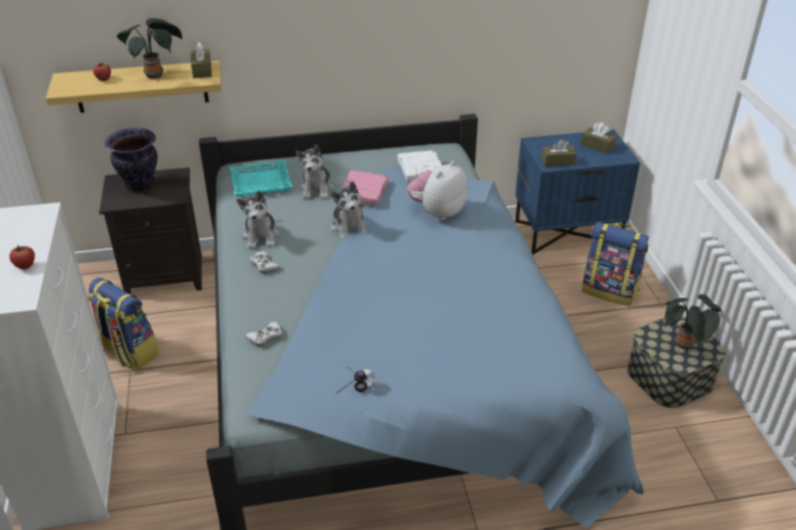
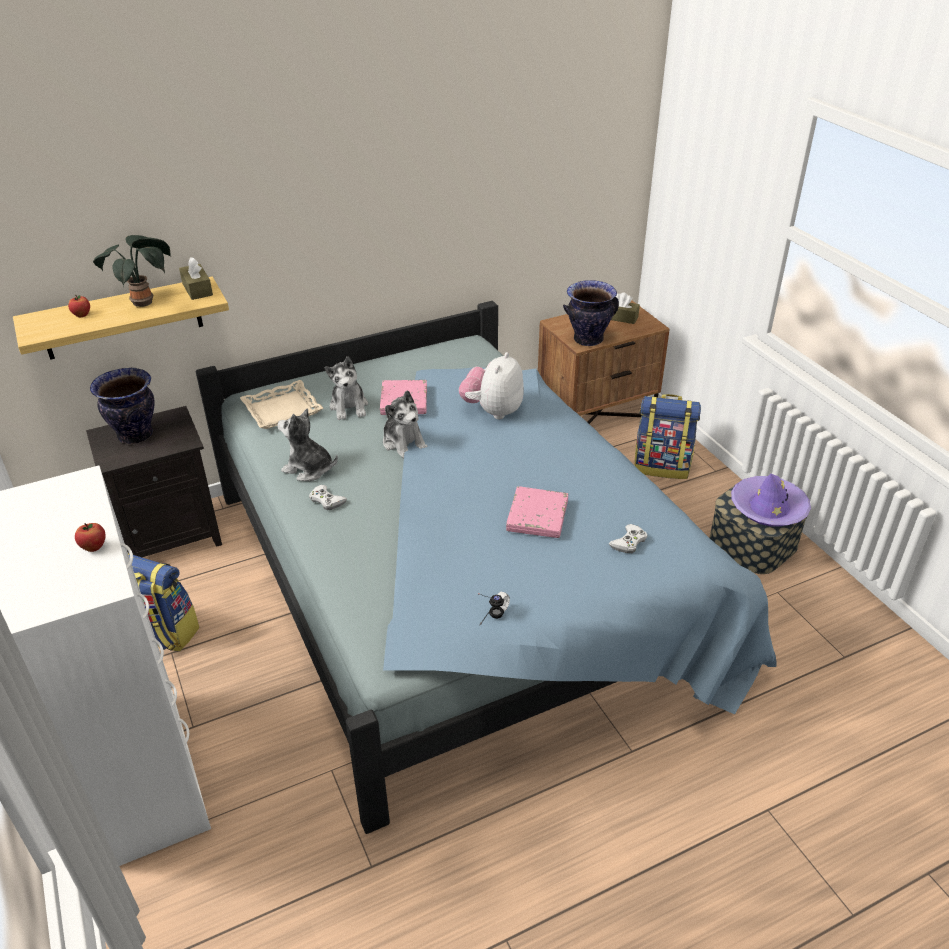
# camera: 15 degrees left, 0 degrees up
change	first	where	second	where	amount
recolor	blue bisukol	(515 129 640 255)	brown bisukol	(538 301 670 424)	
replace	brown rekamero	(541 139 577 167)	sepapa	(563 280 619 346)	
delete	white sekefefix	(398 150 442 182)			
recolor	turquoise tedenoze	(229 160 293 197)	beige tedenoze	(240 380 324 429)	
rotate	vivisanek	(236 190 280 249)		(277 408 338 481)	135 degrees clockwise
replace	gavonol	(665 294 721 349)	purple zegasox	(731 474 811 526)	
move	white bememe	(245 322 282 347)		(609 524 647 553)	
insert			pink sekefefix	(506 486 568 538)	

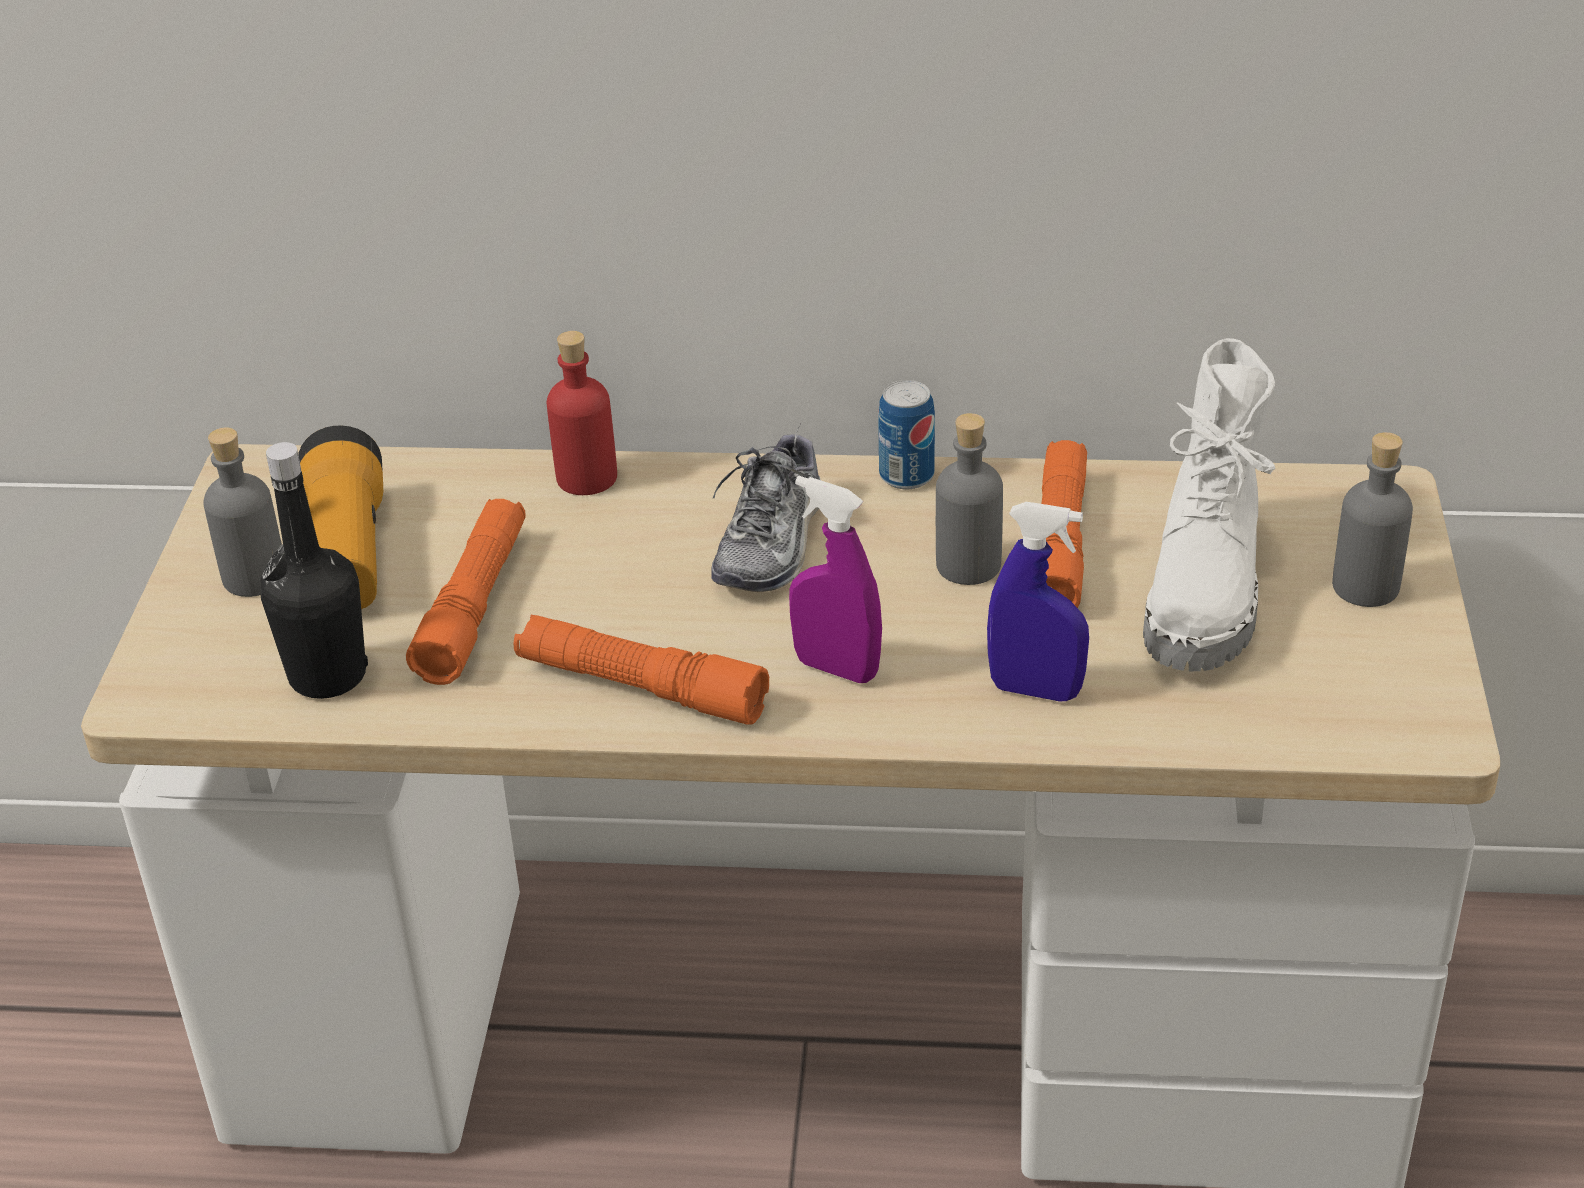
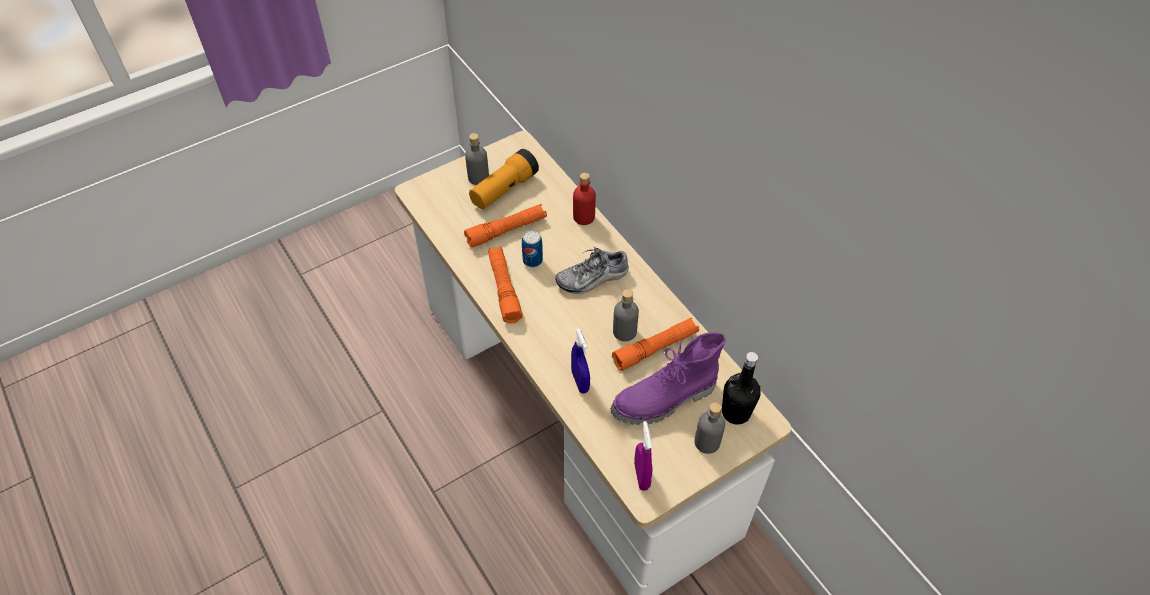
# camera: 50 degrees right, 15 degrees up
change	first	where	second	where	amount
recolor	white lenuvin	(1143 338 1276 671)	purple lenuvin	(611 332 726 425)	
move	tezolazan	(878 380 935 489)		(522 230 543 267)	
move	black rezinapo	(261 442 368 699)		(722 352 761 424)	
move	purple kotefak	(789 476 882 683)		(634 421 653 491)	

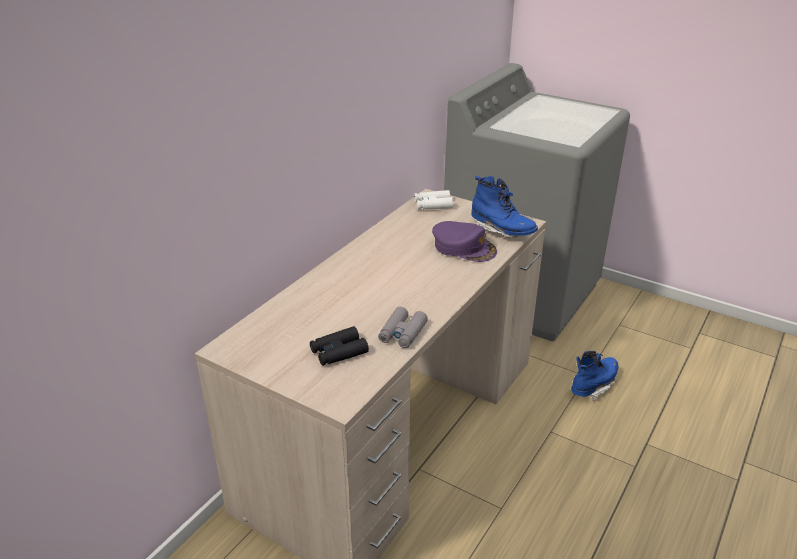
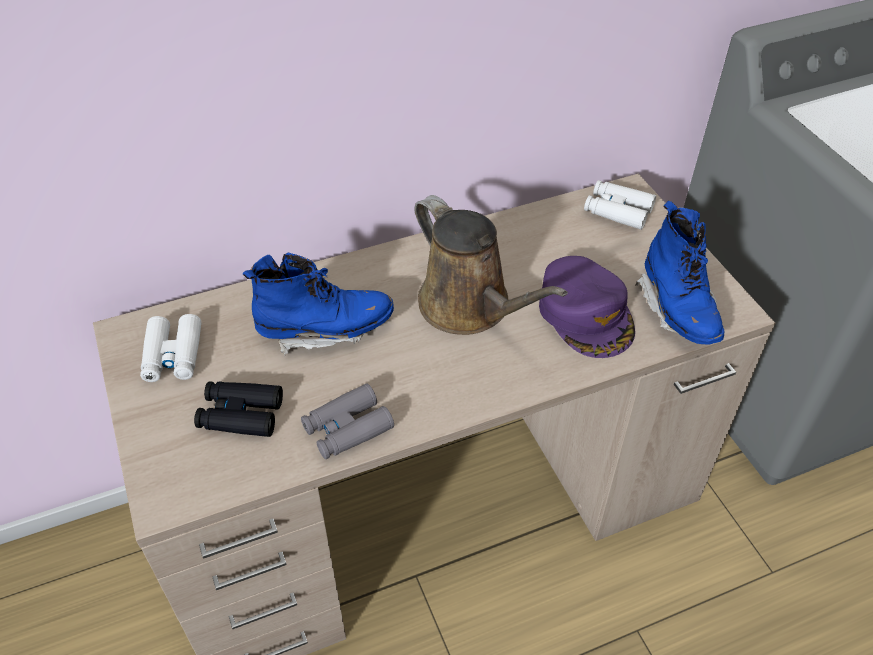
# camera: 35 degrees right, 15 degrees up
change	first	where	second	where	amount
move	blue lenuvin	(571 351 619 401)		(243 253 394 356)	
insert			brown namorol	(414 195 568 335)	
insert			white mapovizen	(140 314 201 382)	

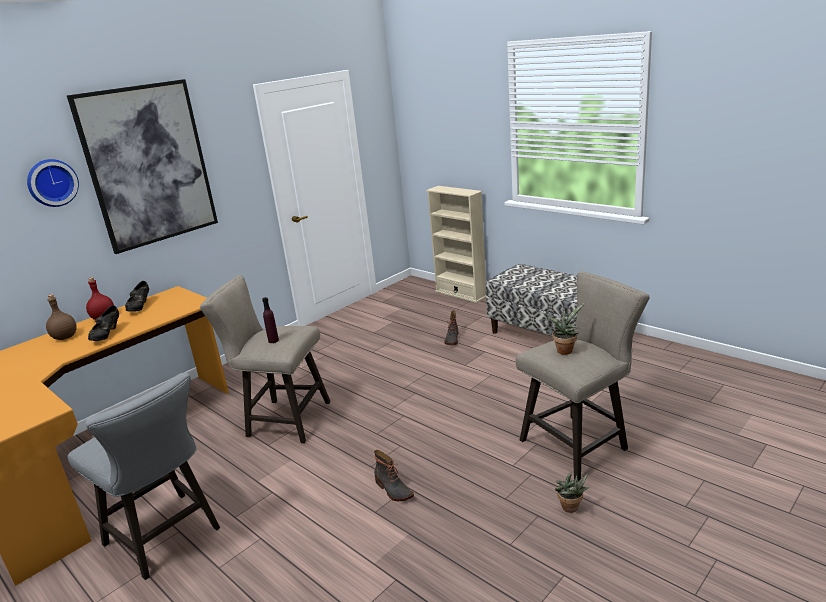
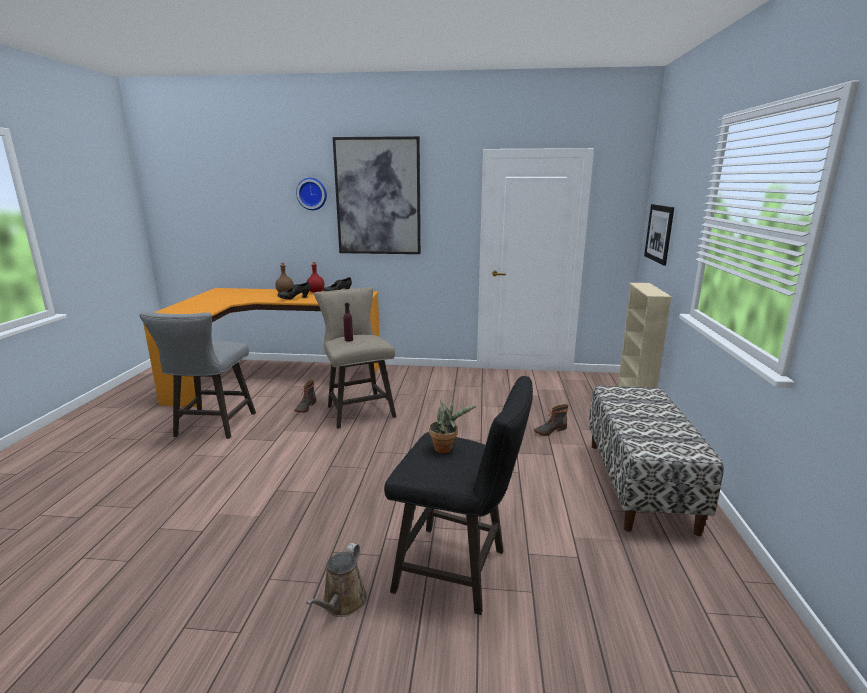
# camera: 50 degrees right, 5 degrees down
change	first	where	second	where	amount
recolor	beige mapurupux	(516 271 649 481)	black mapurupux	(384 376 533 615)	
move	lenuvin	(374 450 414 501)		(295 380 316 413)	
replace	gavonol	(555 472 589 513)	brown namorol	(306 543 367 617)	
insert			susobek	(644 204 674 265)	

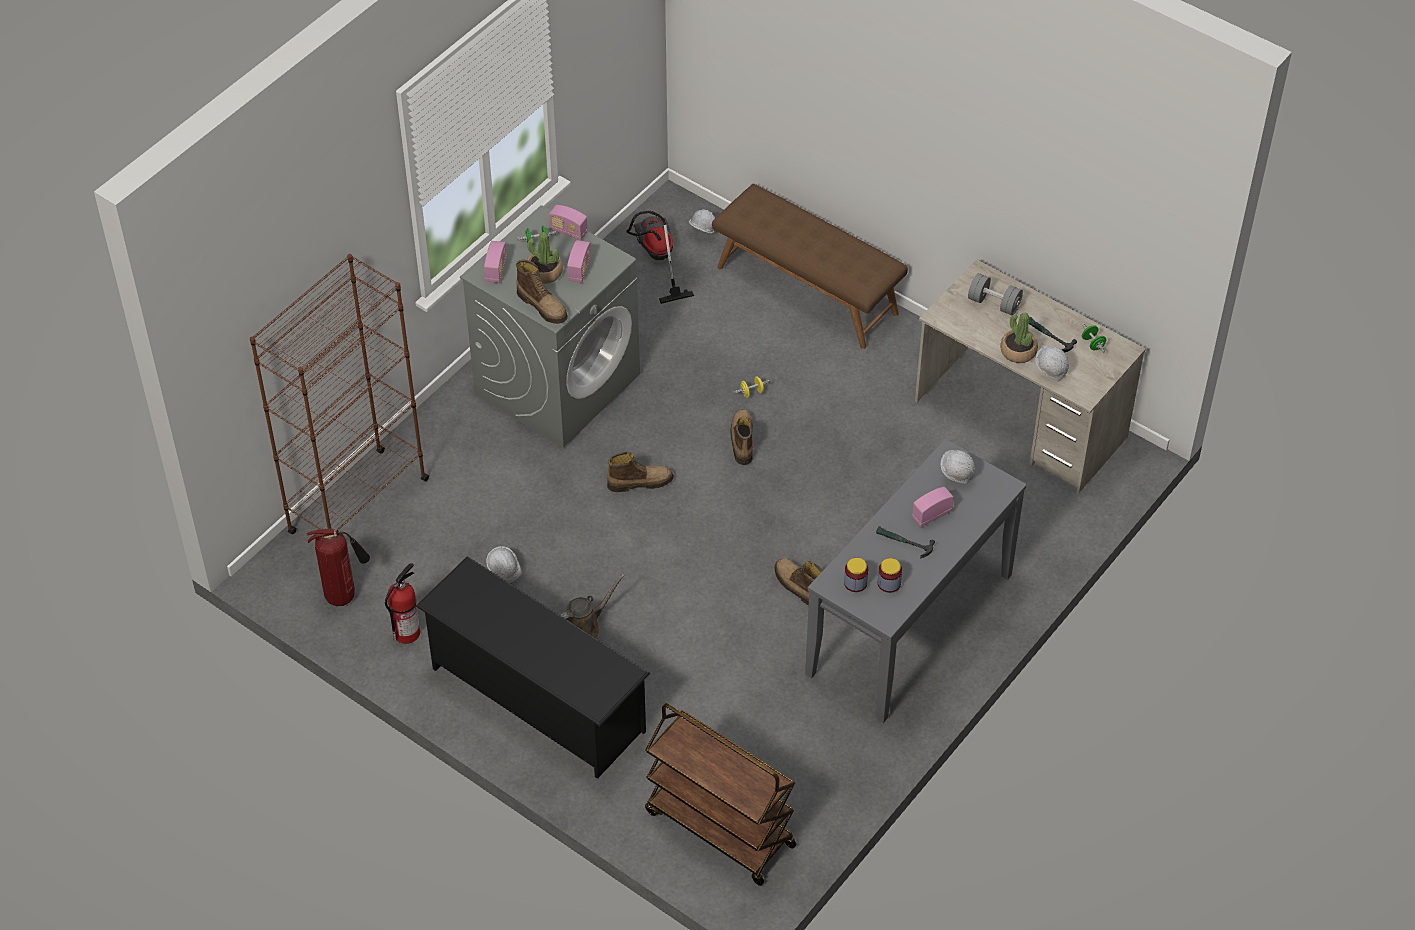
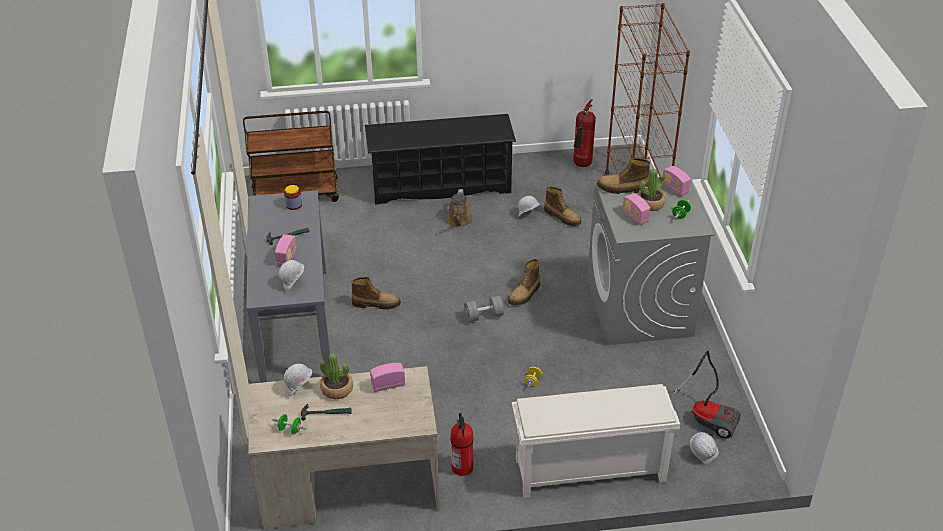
# camera: 135 degrees right, 10 degrees down
change	first	where	second	where	amount
replace	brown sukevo	(712 184 908 349)	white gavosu	(512 384 680 498)	
move	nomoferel	(549 205 588 241)		(370 363 405 392)	
move	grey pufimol	(968 273 1023 315)		(464 295 504 322)	
move	lenuvin	(731 409 753 465)		(544 186 581 226)	
delete	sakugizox	(878 558 902 593)			
move	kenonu	(385 563 420 644)		(450 413 473 476)	

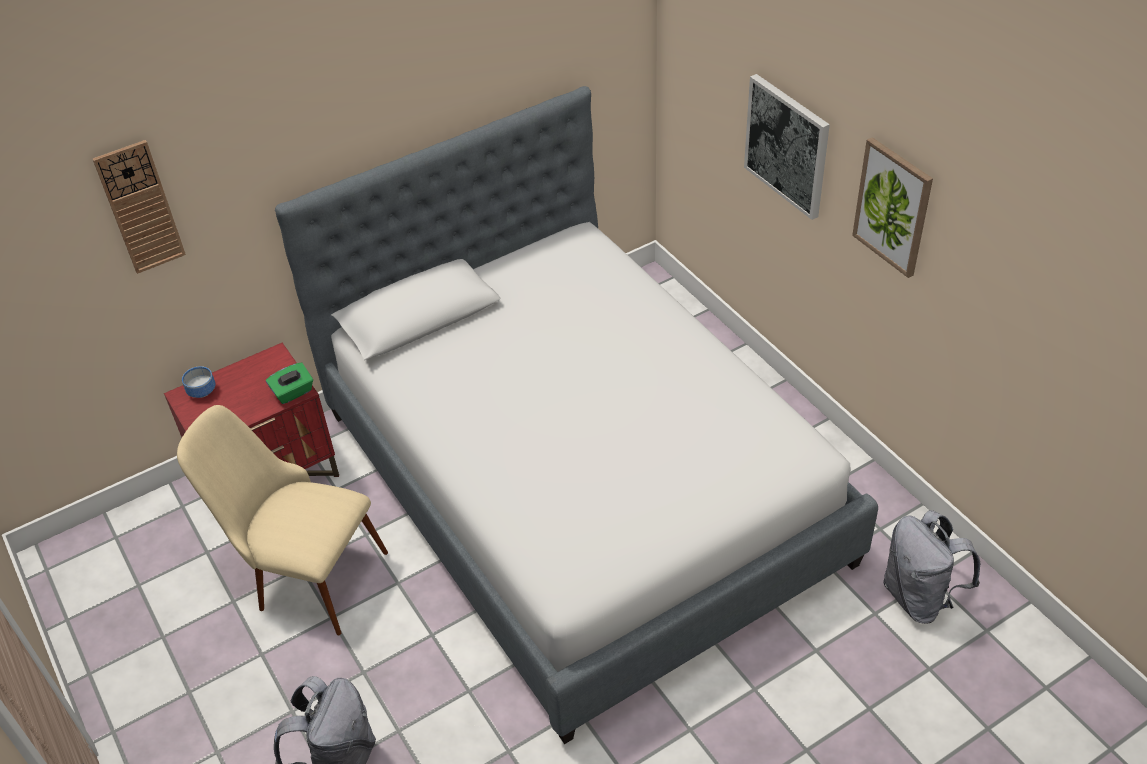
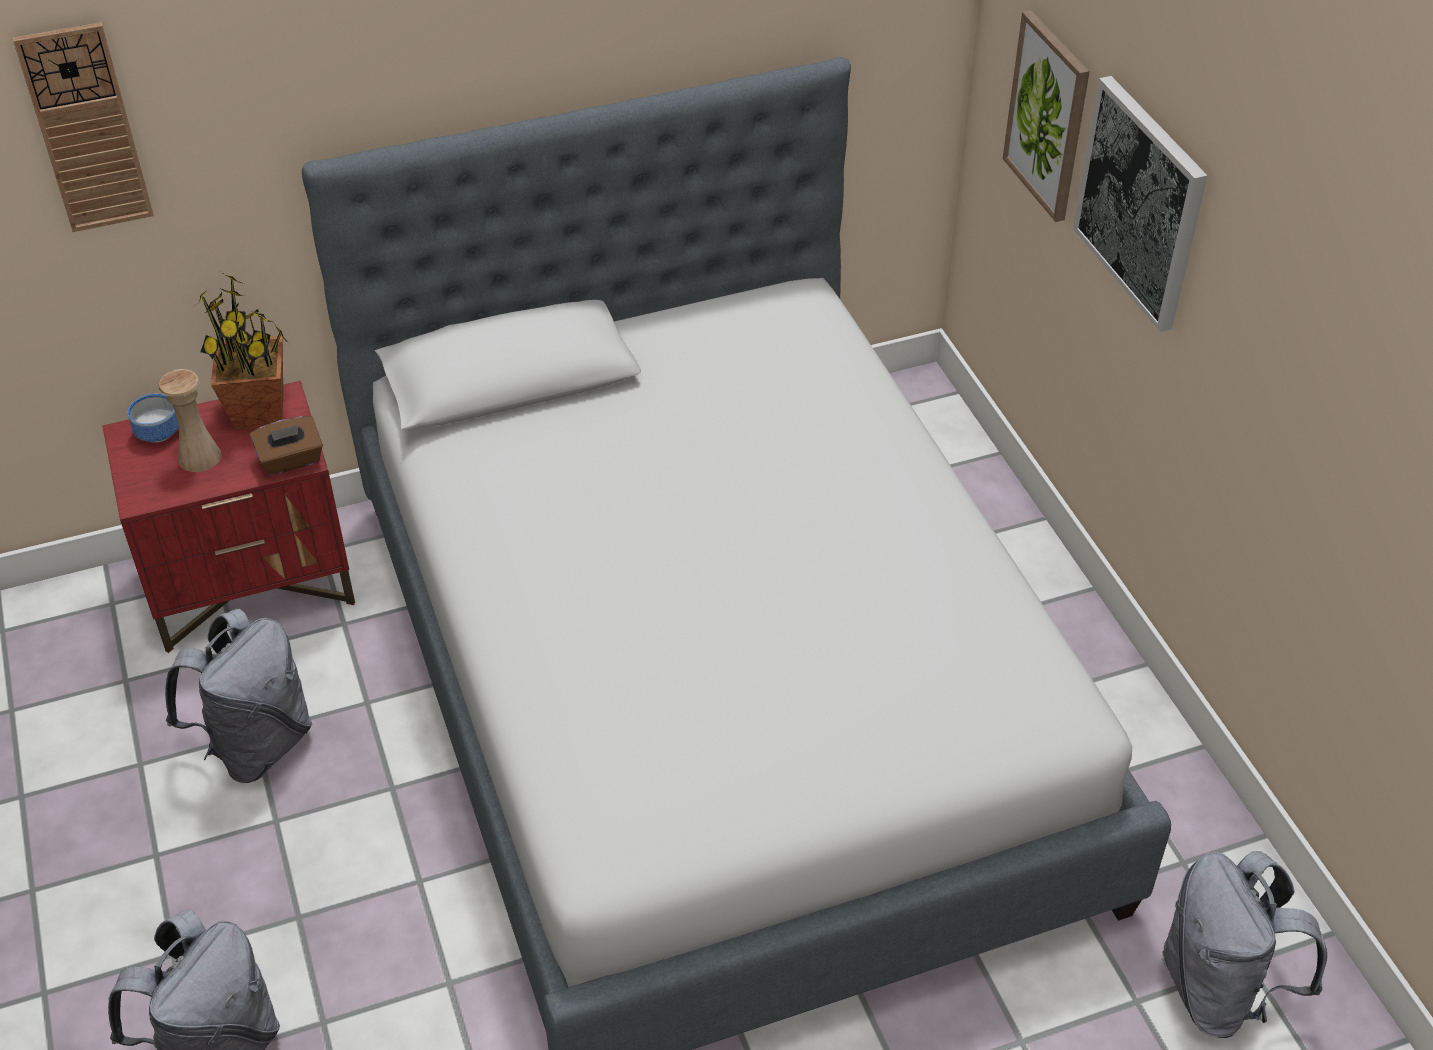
# camera: 10 degrees right, 0 degrees up
change	first	where	second	where	amount
move	susobek	(852 137 933 278)		(1003 10 1090 222)	
recolor	green rekamero	(266 363 313 404)	brown rekamero	(250 416 323 475)	
replace	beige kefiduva	(177 405 388 635)	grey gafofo	(165 609 312 783)	
insert			gavonol	(196 272 288 429)	
insert			beige sepapa	(158 369 222 472)	

